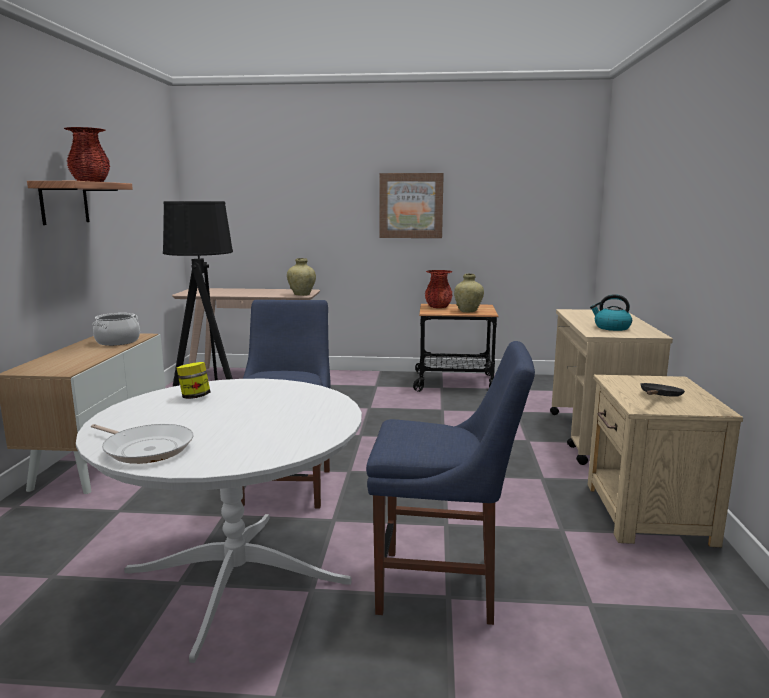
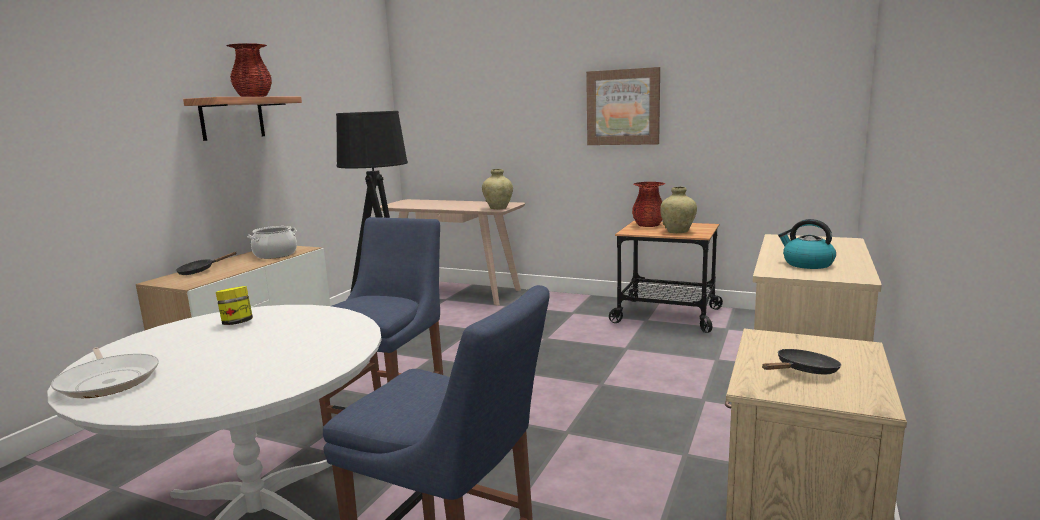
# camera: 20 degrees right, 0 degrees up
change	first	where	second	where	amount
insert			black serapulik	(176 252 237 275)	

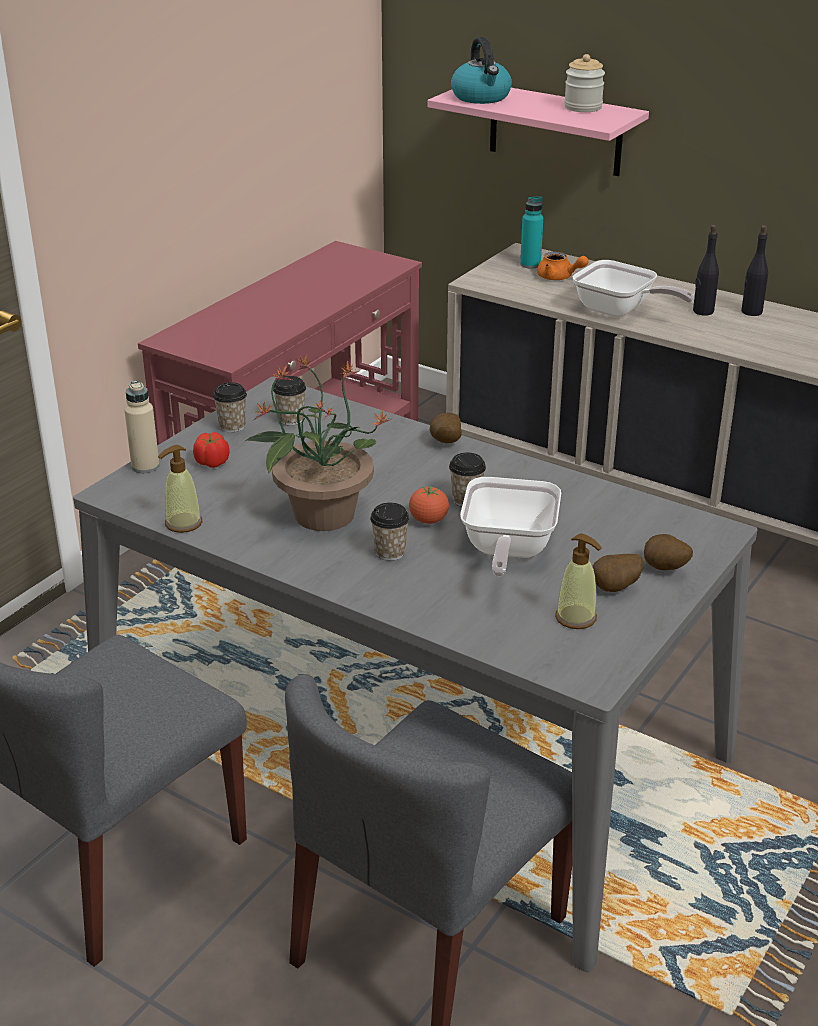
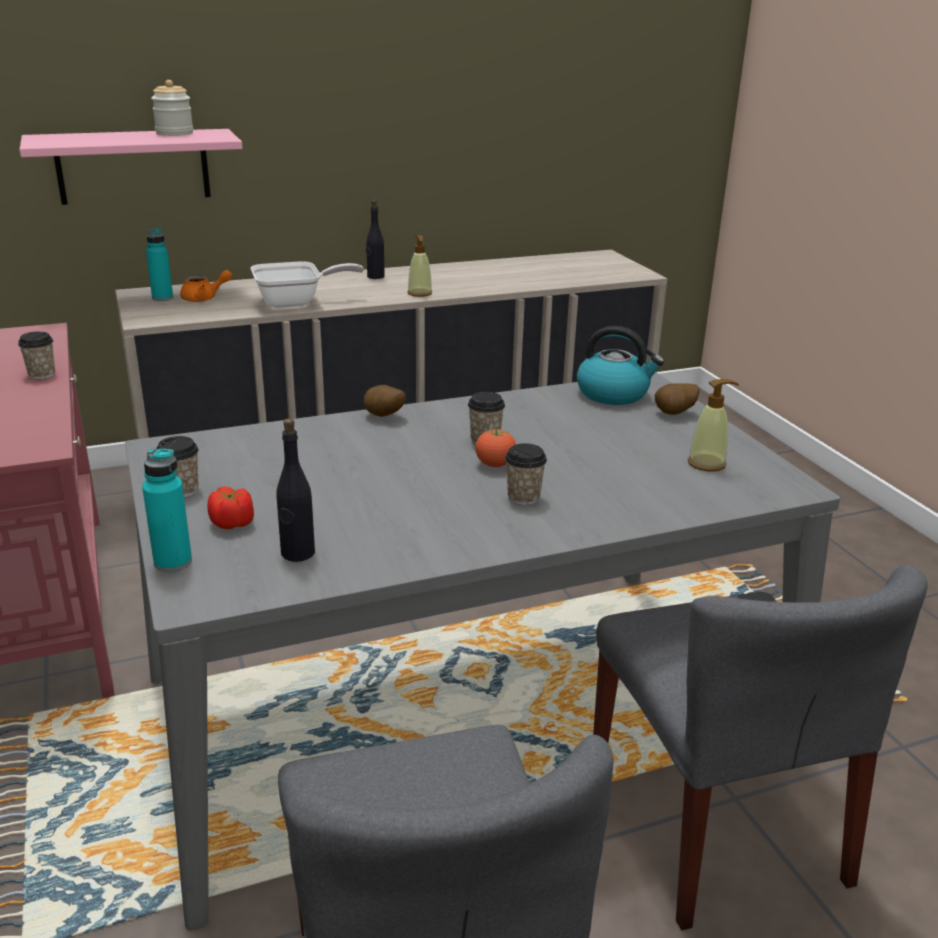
# camera: 55 degrees left, 5 degrees down
change	first	where	second	where	amount
move	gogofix	(451 37 512 104)		(577 326 664 405)	
move	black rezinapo	(693 225 719 316)		(276 418 315 562)	
delete	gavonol	(245 355 393 531)			
move	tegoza	(273 376 306 426)		(18 331 55 379)	
recolor	beige rezinapo	(124 380 160 473)	turquoise rezinapo	(142 448 192 572)	
move	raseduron	(158 445 202 533)		(408 235 432 297)	
delete	serapulik	(460 477 561 576)			
delete	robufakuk	(593 554 643 592)			

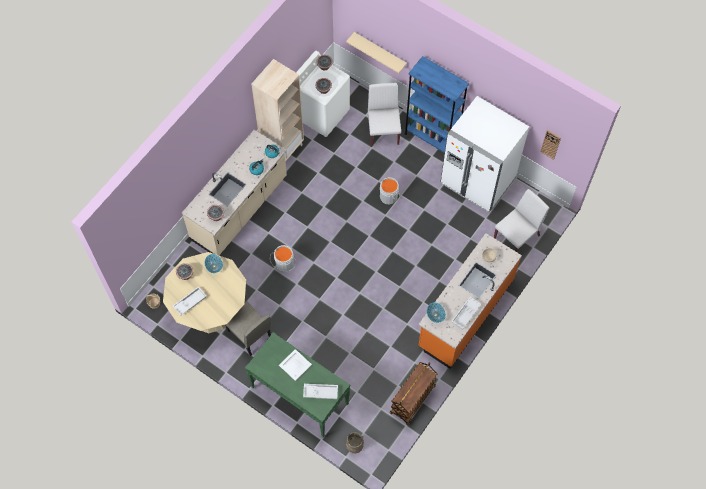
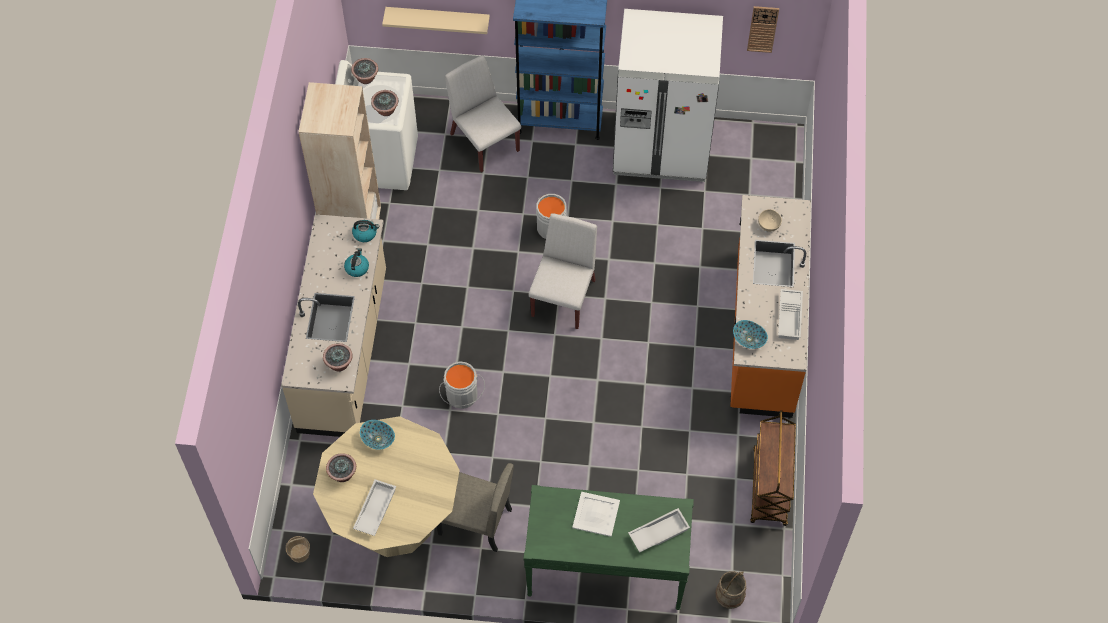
# camera: 30 degrees left, 5 degrees down
change	first	where	second	where	amount
move	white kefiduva	(494 189 549 253)		(529 213 597 329)	

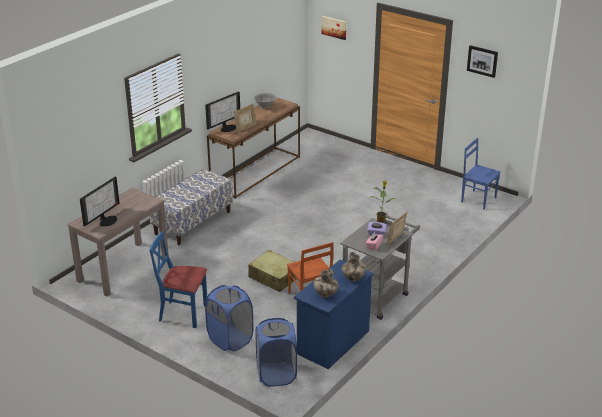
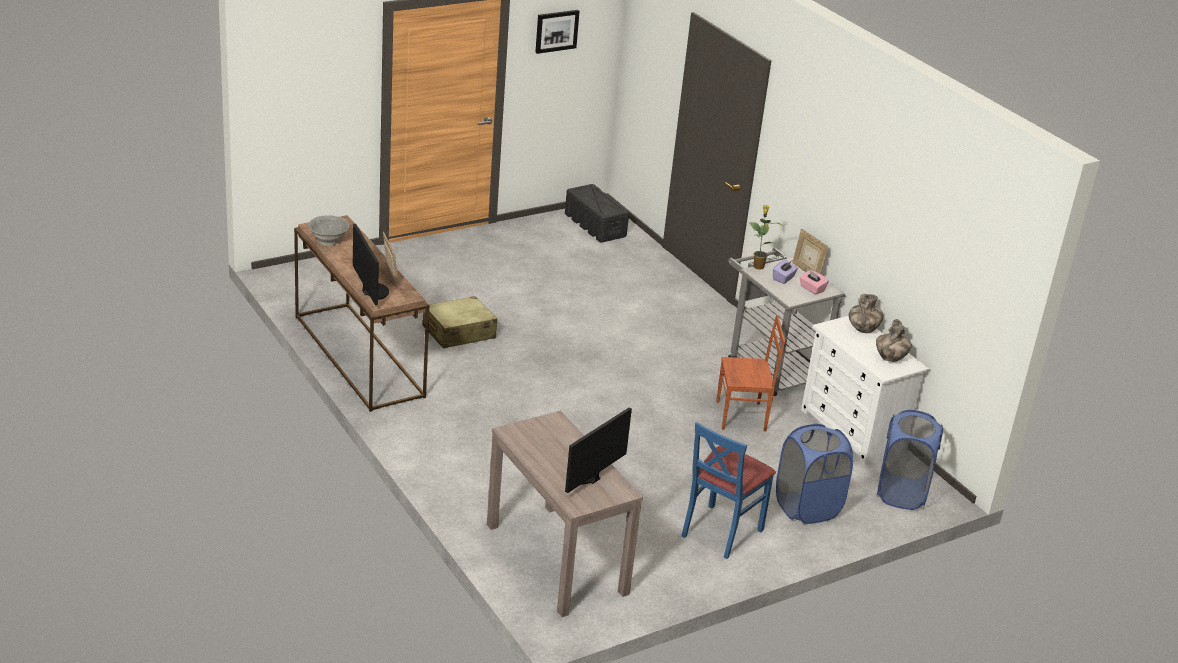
# camera: 70 degrees left, 0 degrees up
change	first	where	second	where	amount
delete	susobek	(322 16 346 40)			
replace	blue kefiduva	(461 138 500 210)	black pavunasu	(565 184 629 243)	
delete	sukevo	(149 169 233 245)			
rotate	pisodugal	(80 177 120 226)		(565 408 632 493)	105 degrees counterclockwise
move	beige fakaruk	(248 250 296 292)		(422 296 497 349)	
recolor	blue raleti	(294 259 374 369)	white raleti	(801 316 929 465)	

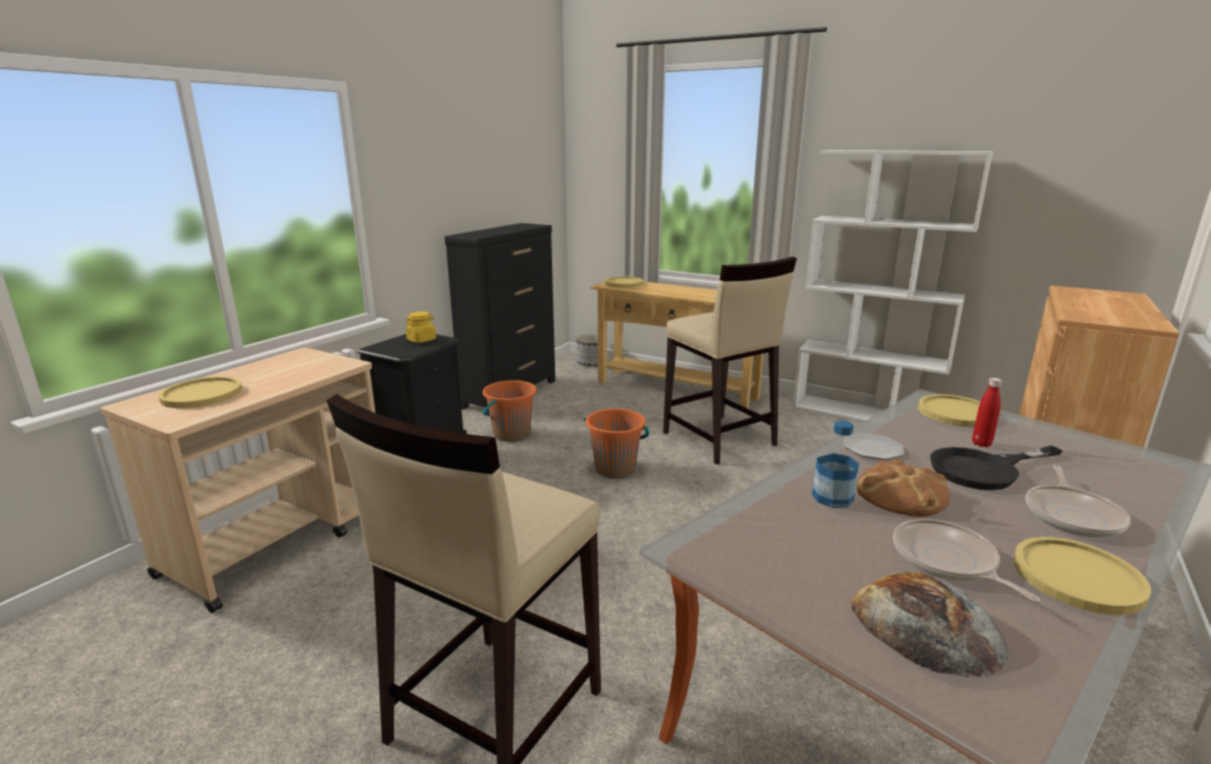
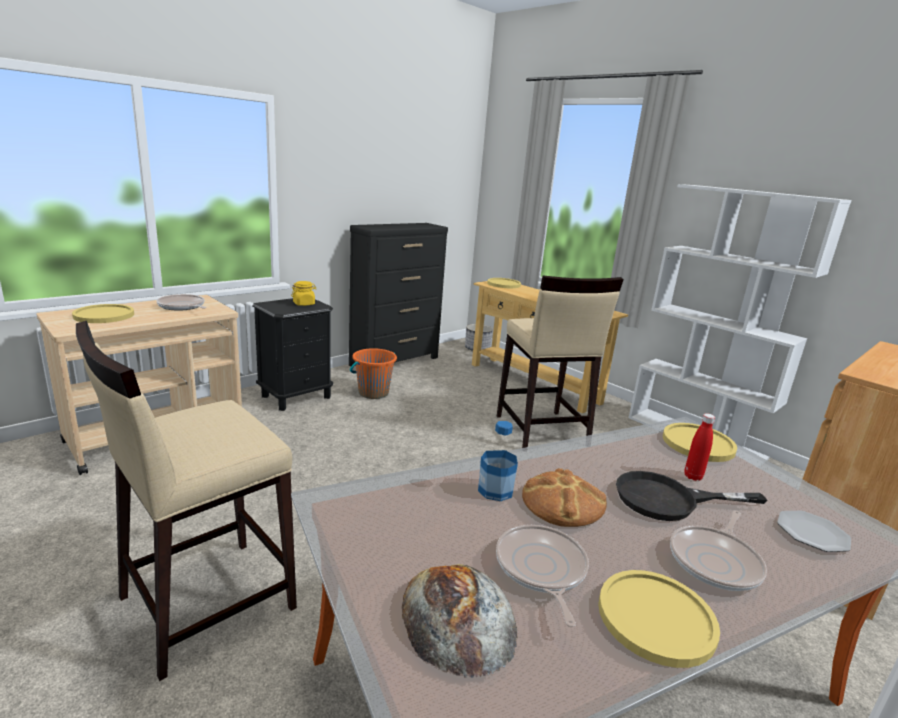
# camera: 15 degrees right, 0 degrees up
change	first	where	second	where	amount
delete	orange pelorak	(584 409 649 479)			
move	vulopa	(844 433 904 460)		(777 510 851 552)	
insert			serapulik	(157 294 206 311)	

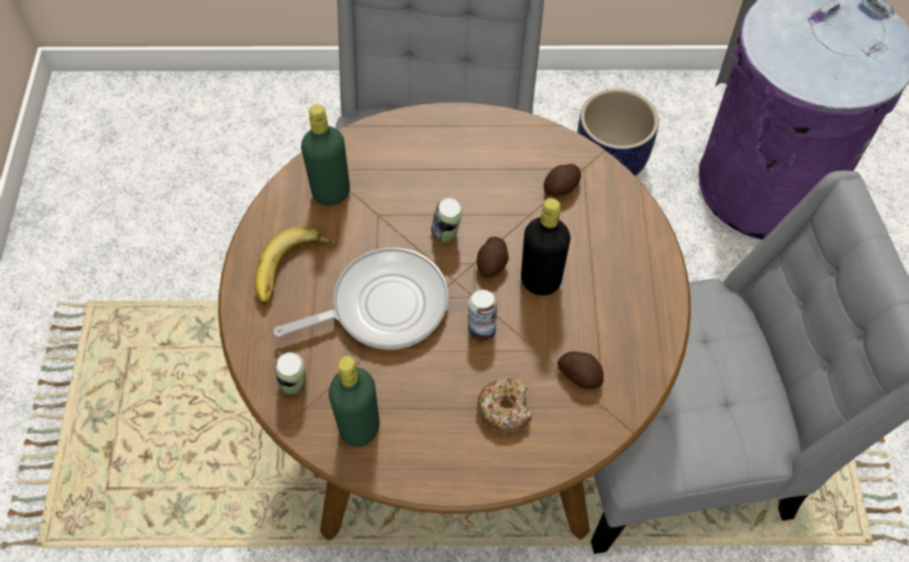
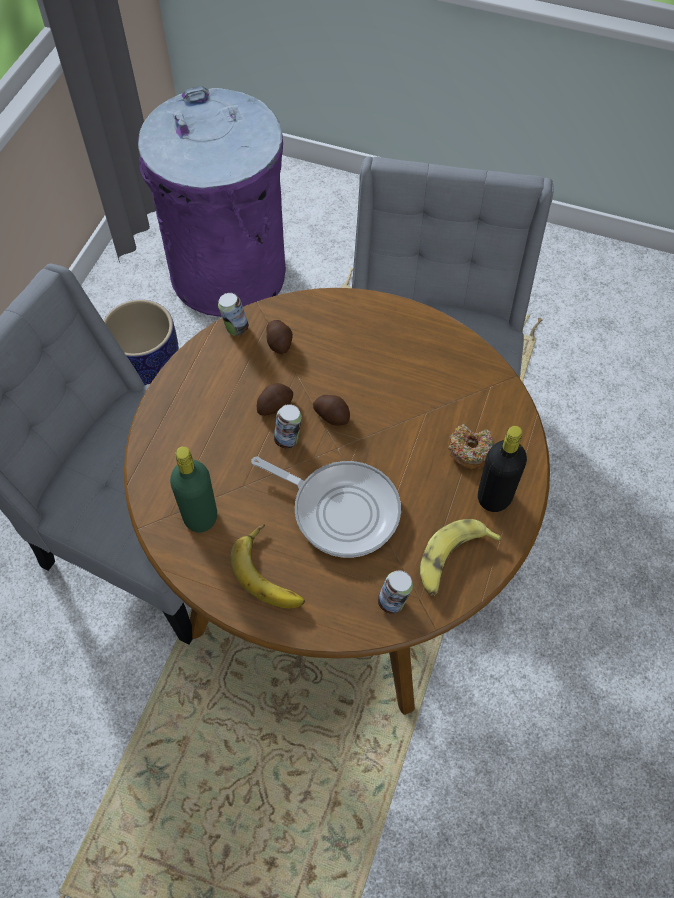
# camera: 70 degrees left, 0 degrees up
change	first	where	second	where	amount
move	black rezinapo	(521 198 571 295)		(478 426 527 512)	
rotate	serapulik	(273 247 449 350)		(251 456 401 558)	120 degrees clockwise
move	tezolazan	(468 290 497 341)		(218 293 249 336)	
move	robufakuk	(557 351 604 389)		(257 383 293 416)	
replace	green rezinapo	(329 356 380 447)	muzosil	(420 519 501 596)	

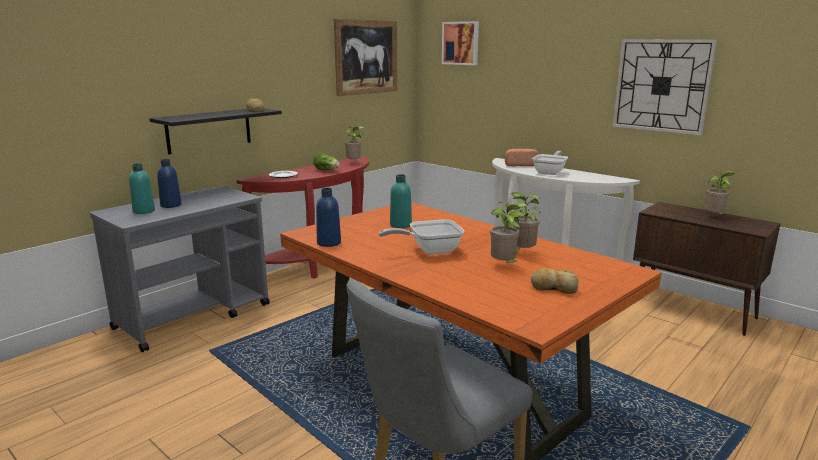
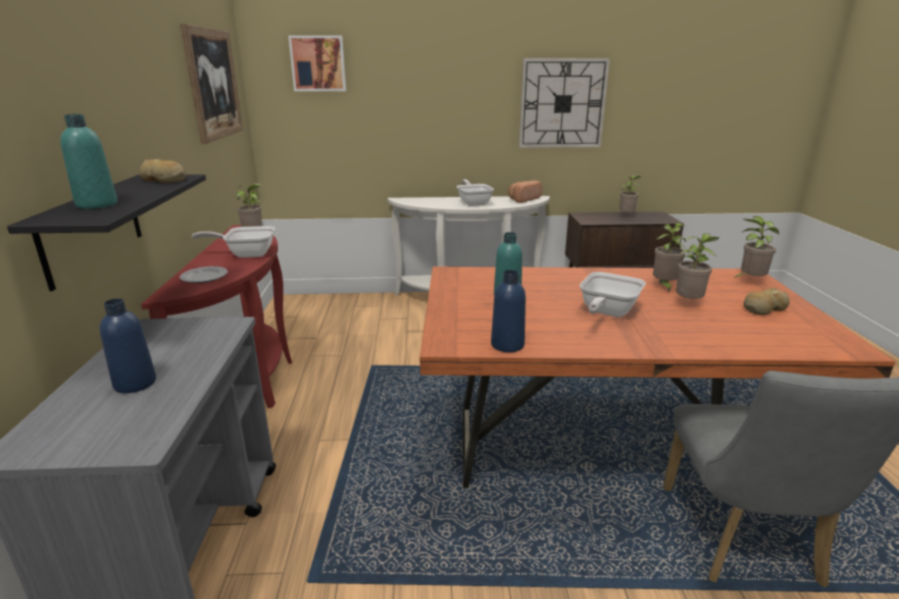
# camera: 45 degrees left, 5 degrees up
change	first	where	second	where	amount
move	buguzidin	(505 149 539 166)		(508 180 542 203)	
replace	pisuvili	(313 152 340 170)	serapulik	(192 226 275 258)	
move	turquoise rezinapo	(129 164 155 214)		(60 114 117 209)	
insert			gavonol	(734 216 779 278)	

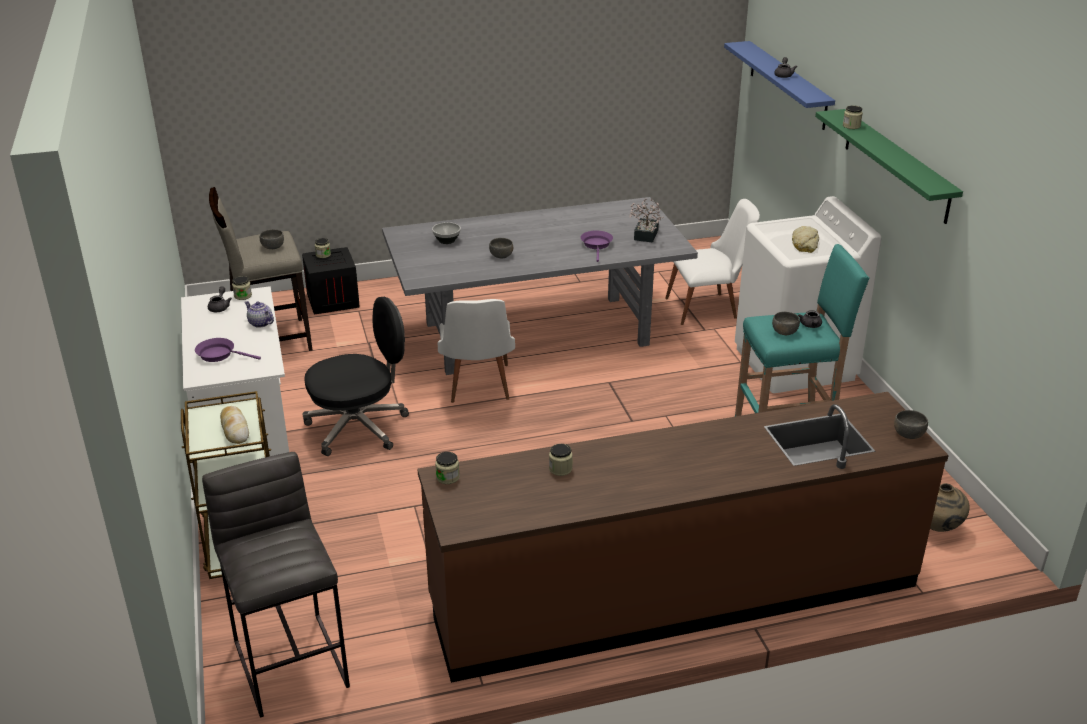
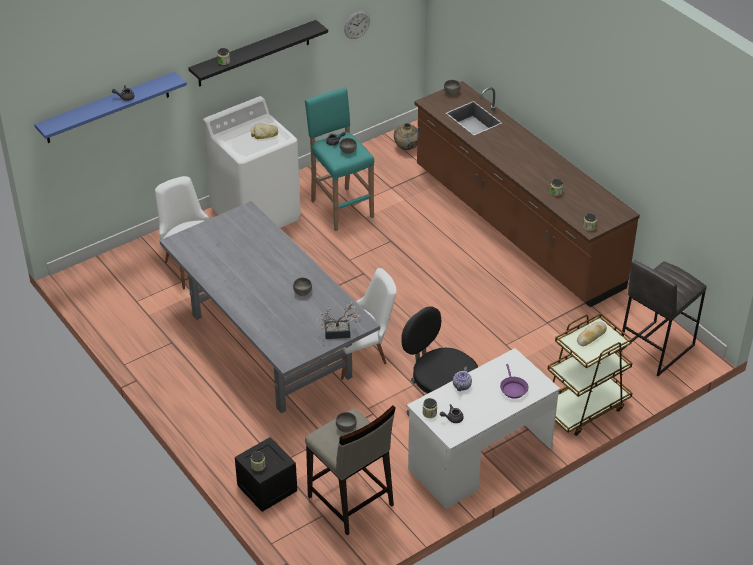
# camera: 110 degrees left, 10 degrees up
change	first	where	second	where	amount
recolor	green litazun	(815 109 963 224)	black litazun	(188 20 328 87)	
move	gavonol	(629 199 663 243)		(317 301 361 339)	
delete	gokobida	(432 222 461 244)			
delete	purple serapulik	(581 230 613 262)			
insert			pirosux	(344 11 370 39)	

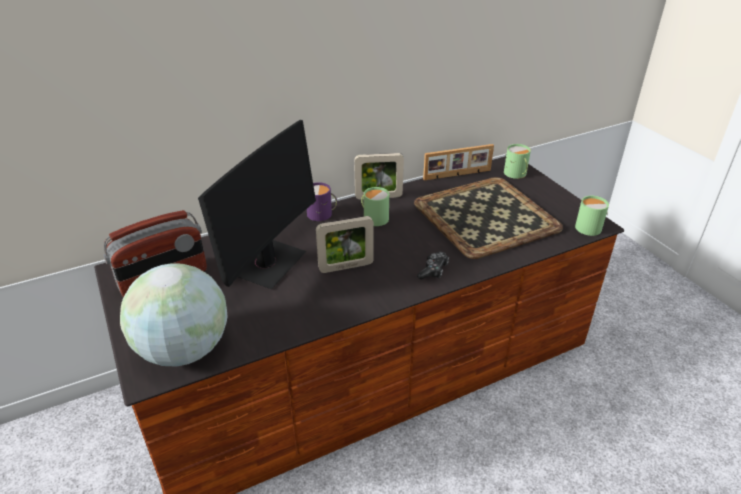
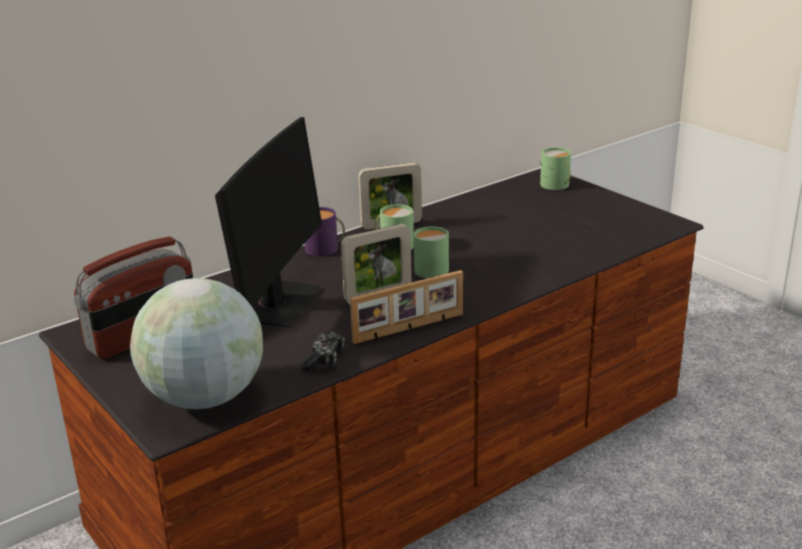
# camera: 10 degrees left, 10 degrees down
change	first	where	second	where	amount
move	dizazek	(423 144 494 180)		(350 270 463 344)	
delete	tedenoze	(414 177 563 259)			
move	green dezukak	(575 196 609 236)		(414 226 450 278)	
move	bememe	(417 252 449 280)		(301 331 345 371)	

